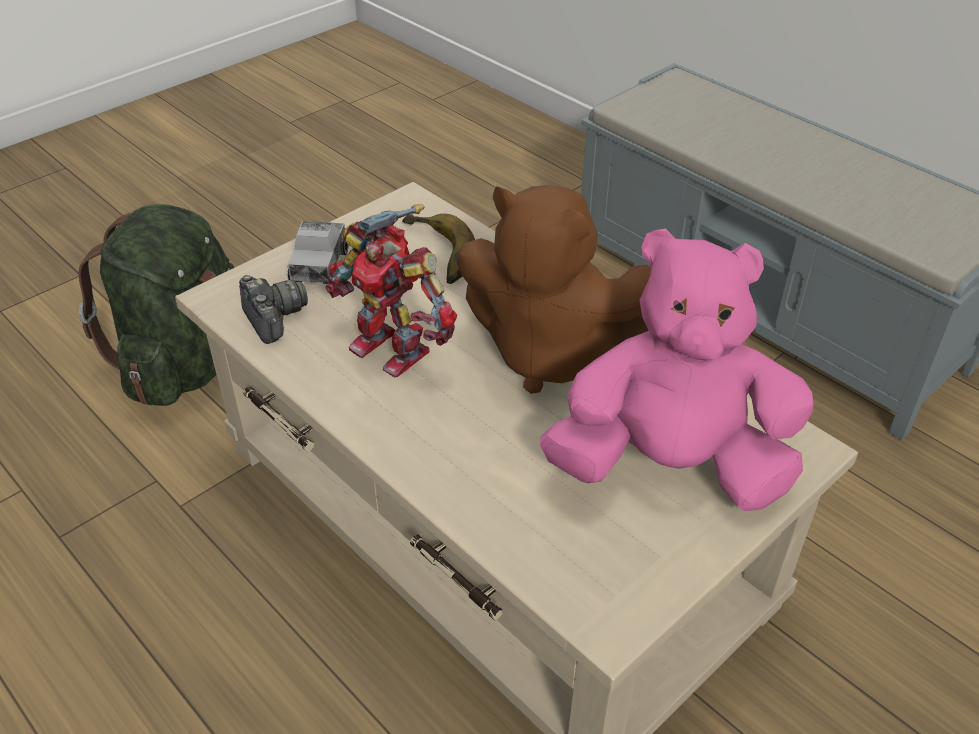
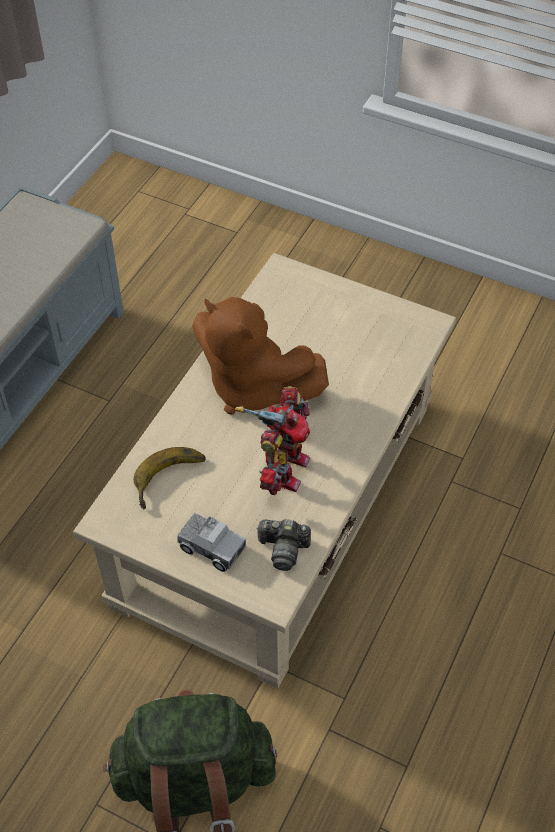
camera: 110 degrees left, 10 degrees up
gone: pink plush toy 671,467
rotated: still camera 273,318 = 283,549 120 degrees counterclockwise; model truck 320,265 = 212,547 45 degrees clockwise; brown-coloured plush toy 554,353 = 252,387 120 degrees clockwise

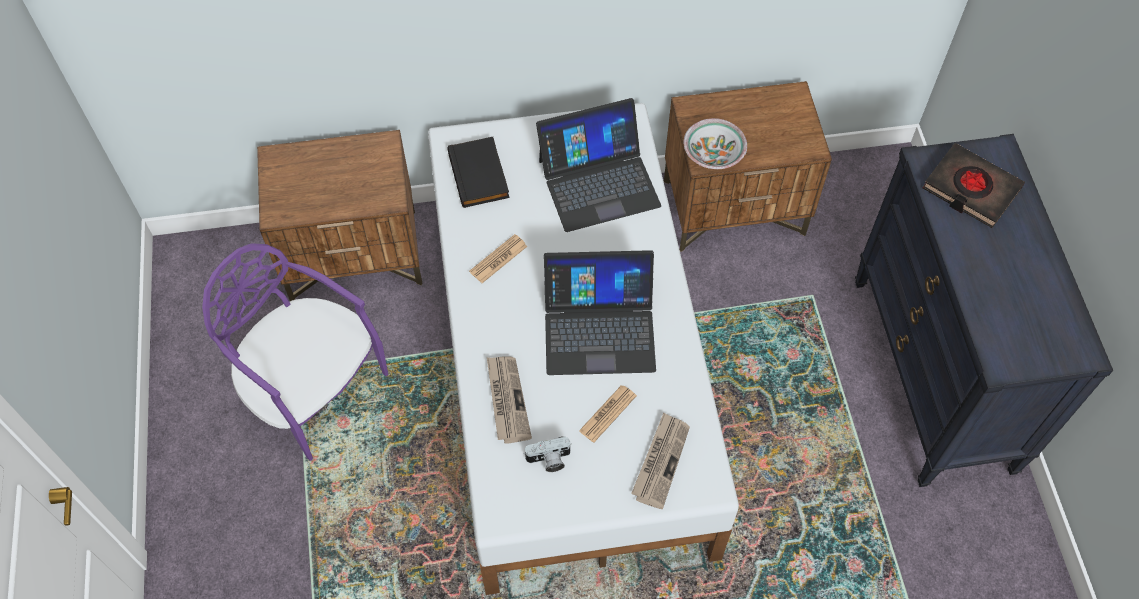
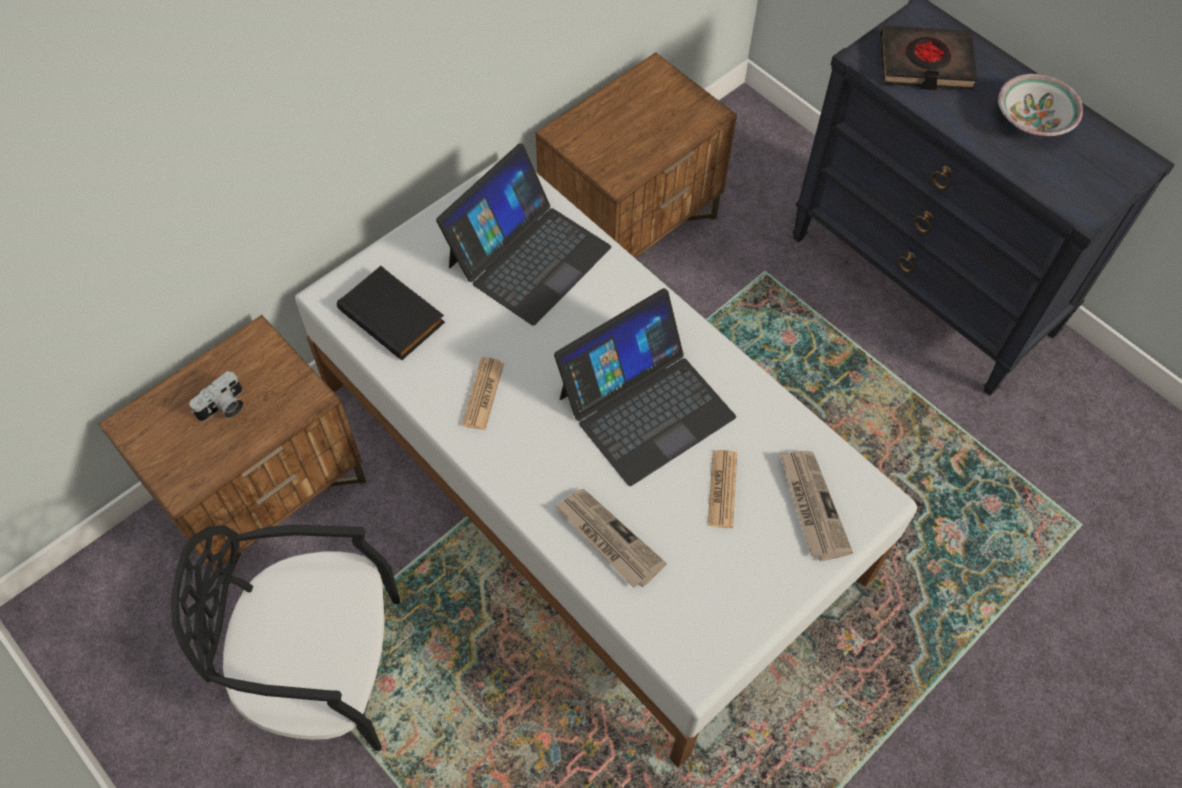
camera: 35 degrees left, 0 degrees up
shifted: still camera 549,460 to 224,408; deep dish 714,154 to 1033,120
repainted: purple plain chair 313,389 to black plain chair 324,669

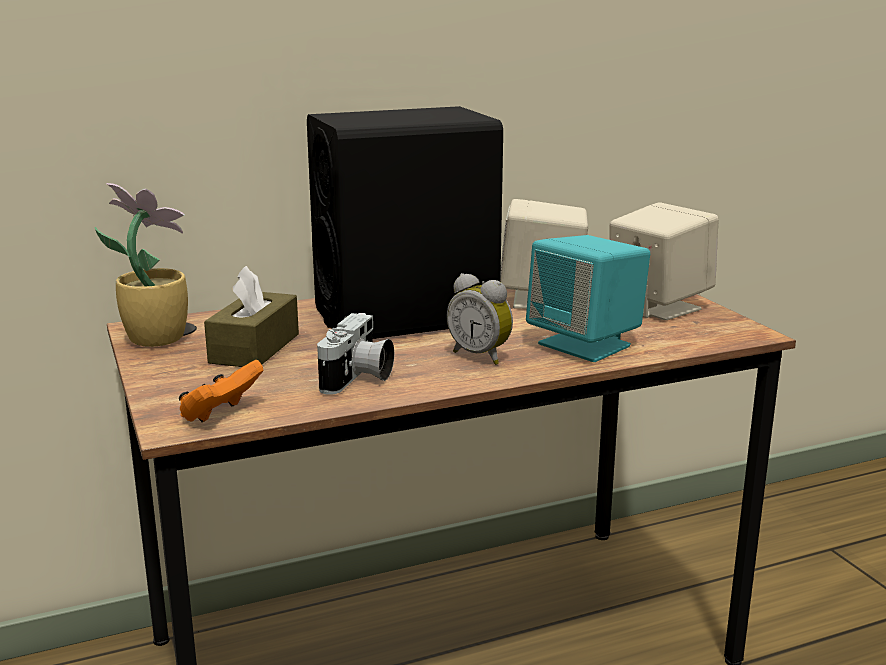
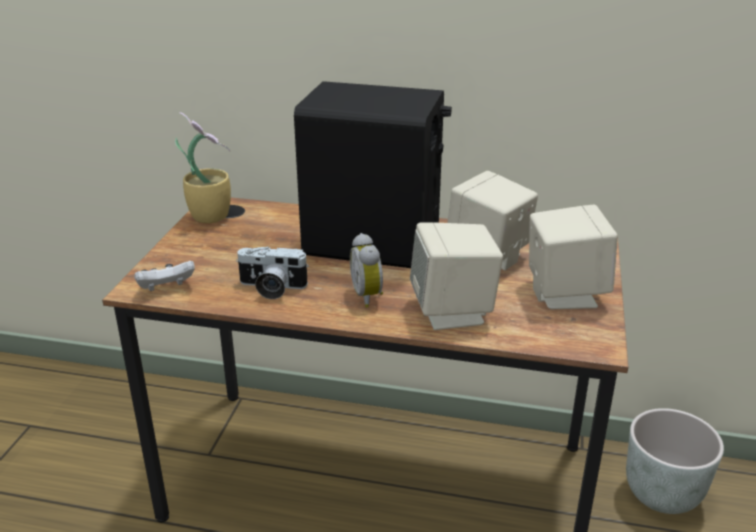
camera: 35 degrees right, 10 degrees up
gone: brown-coloured tissue box 255,348
new: greyish plant pot 663,494
repainted: orangey game controller 220,414 to whitish game controller 166,289; turquoise-coloured speaker 586,345 to beige speaker 453,312
rotated: still camera 358,378 = 271,288 45 degrees clockwise

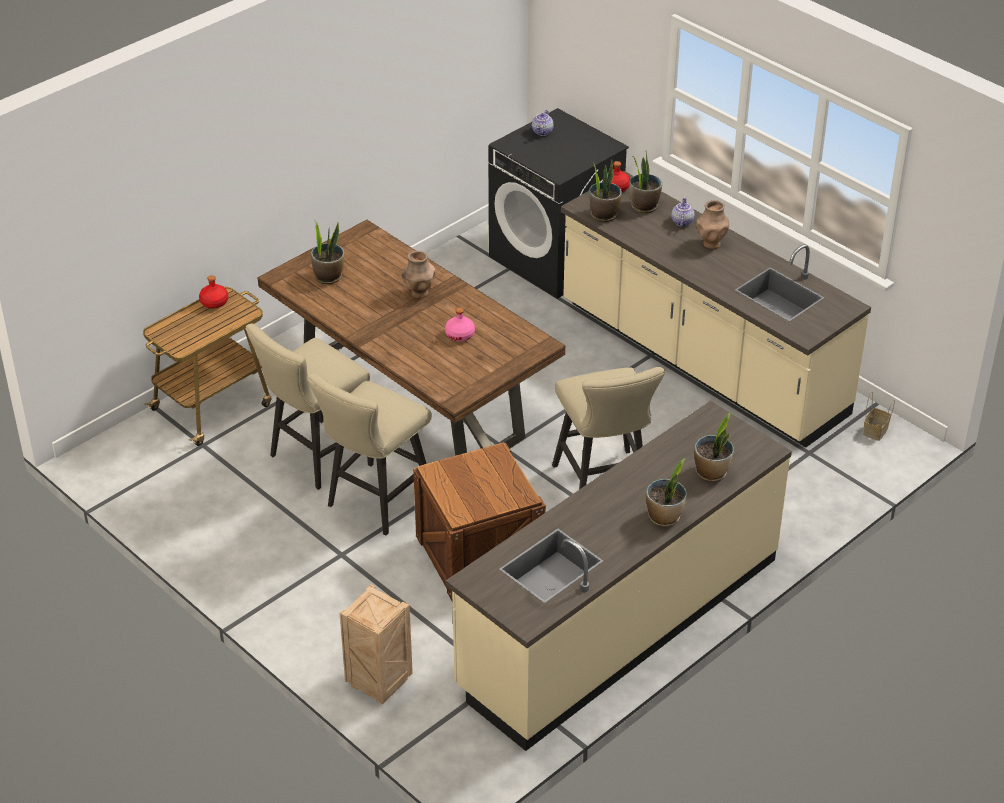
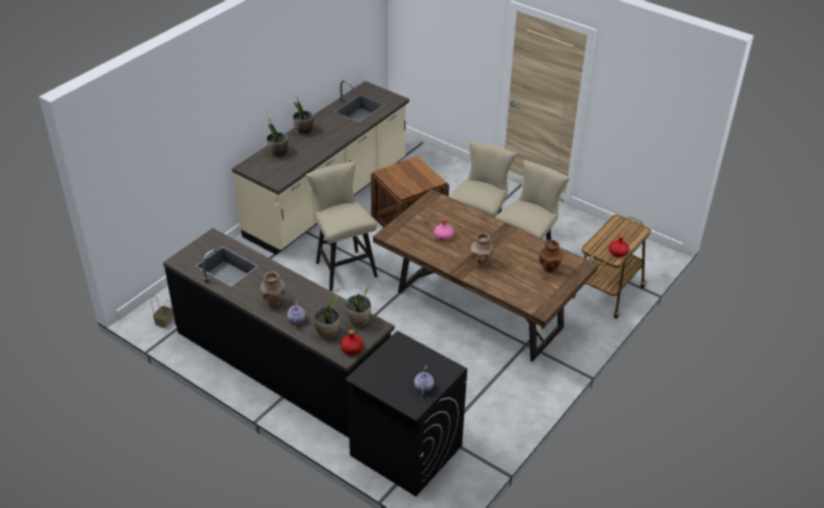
camera: 170 degrees right, 0 degrees up
gone: crate 377,682
swapped: potted plant 328,276 to brown-coloured flower vase 549,269
repainted: beige counter 701,360 to black counter 282,363

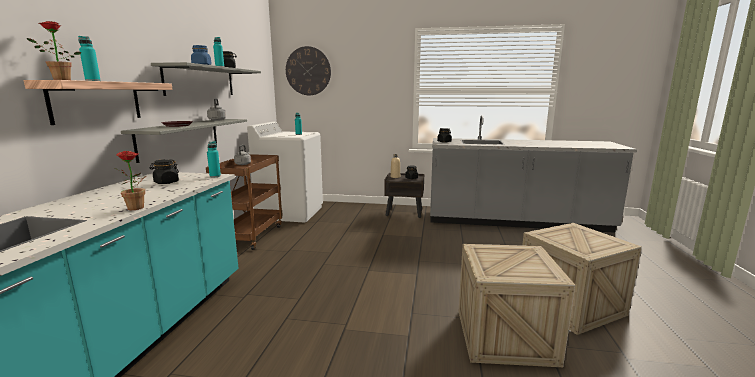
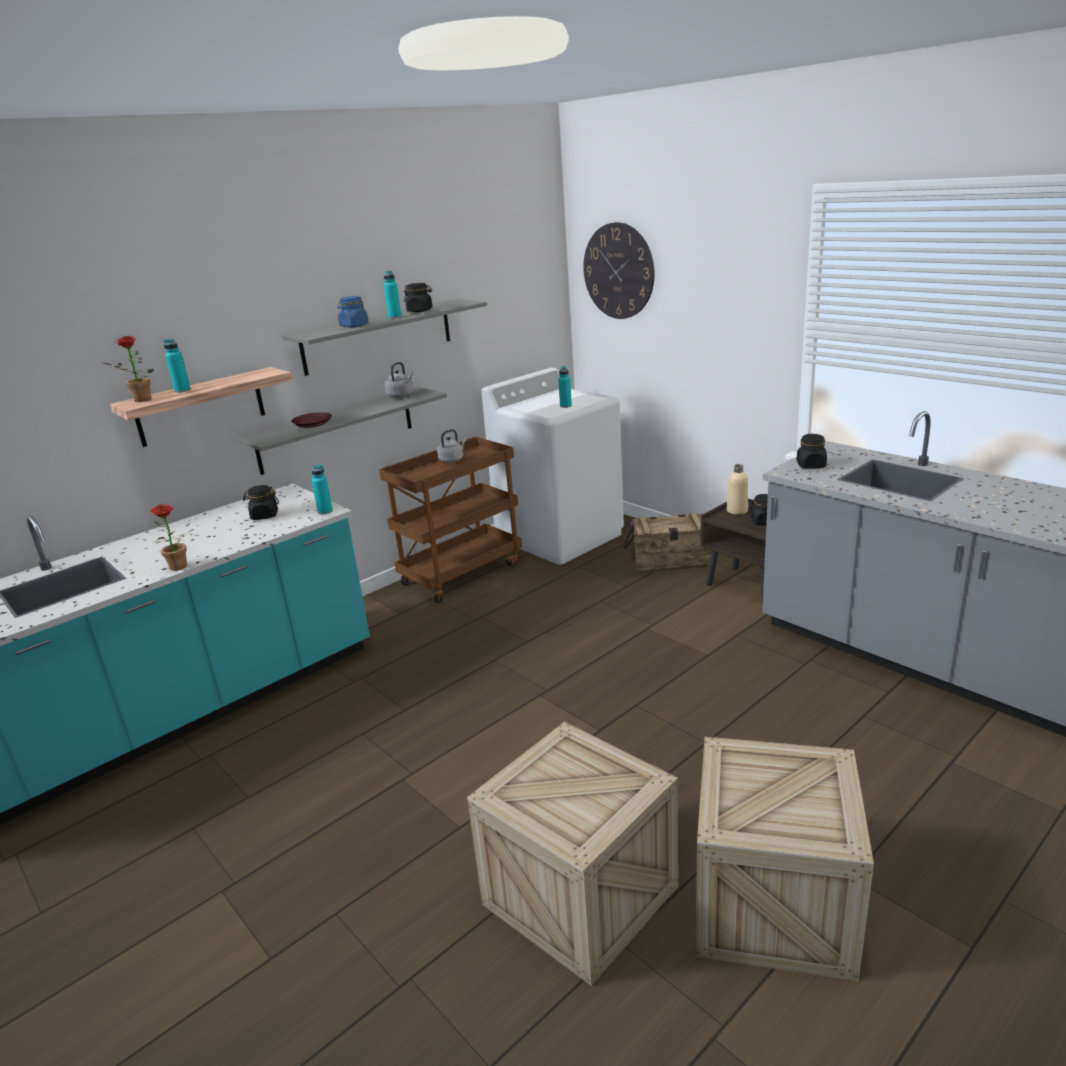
camera: 40 degrees right, 10 degrees up
new: crate 670,561

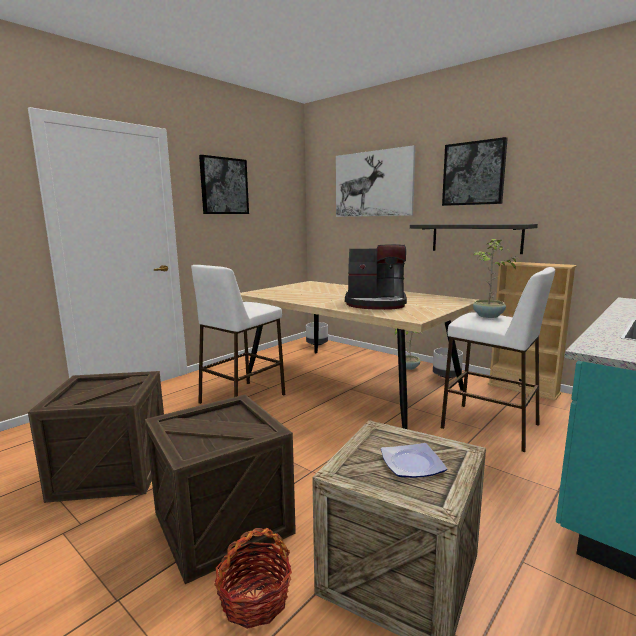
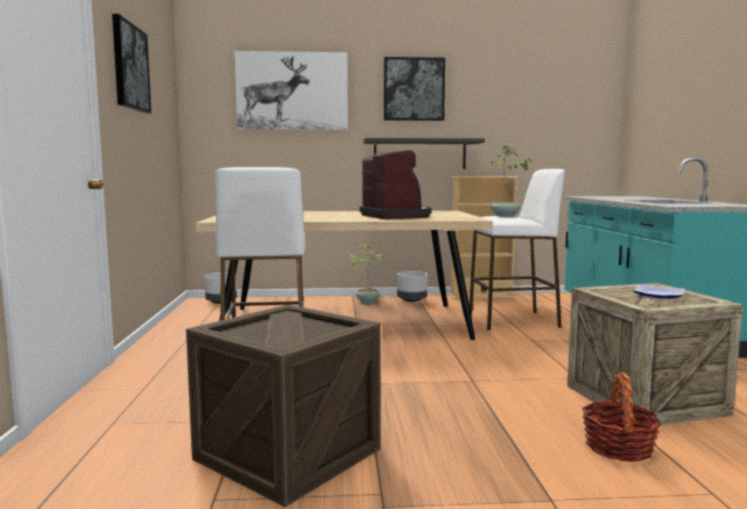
camera: 45 degrees left, 5 degrees down
gone: crate 223,523
rotated: coffee machine 376,303 = 396,216 75 degrees counterclockwise

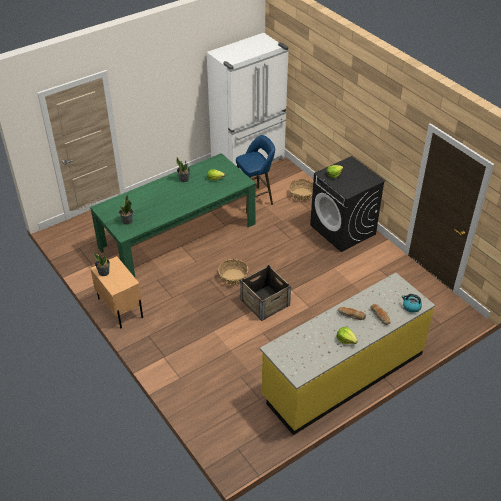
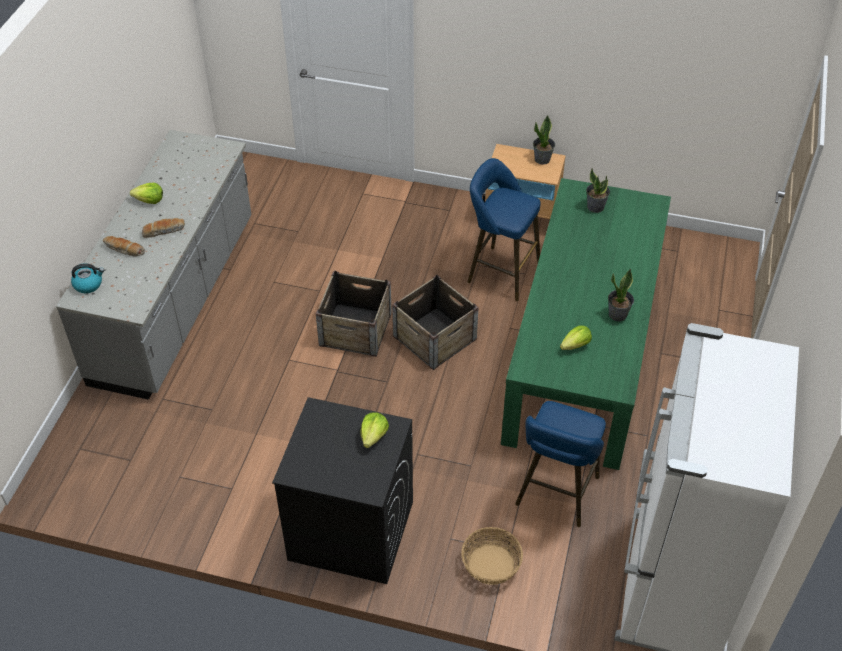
camera: 140 degrees right, 5 degrees up
new: blue sitting stool 500,272
swapped: basket 233,277 to crate 434,337
repainted: yellow counter 343,375 to greyish counter 176,300

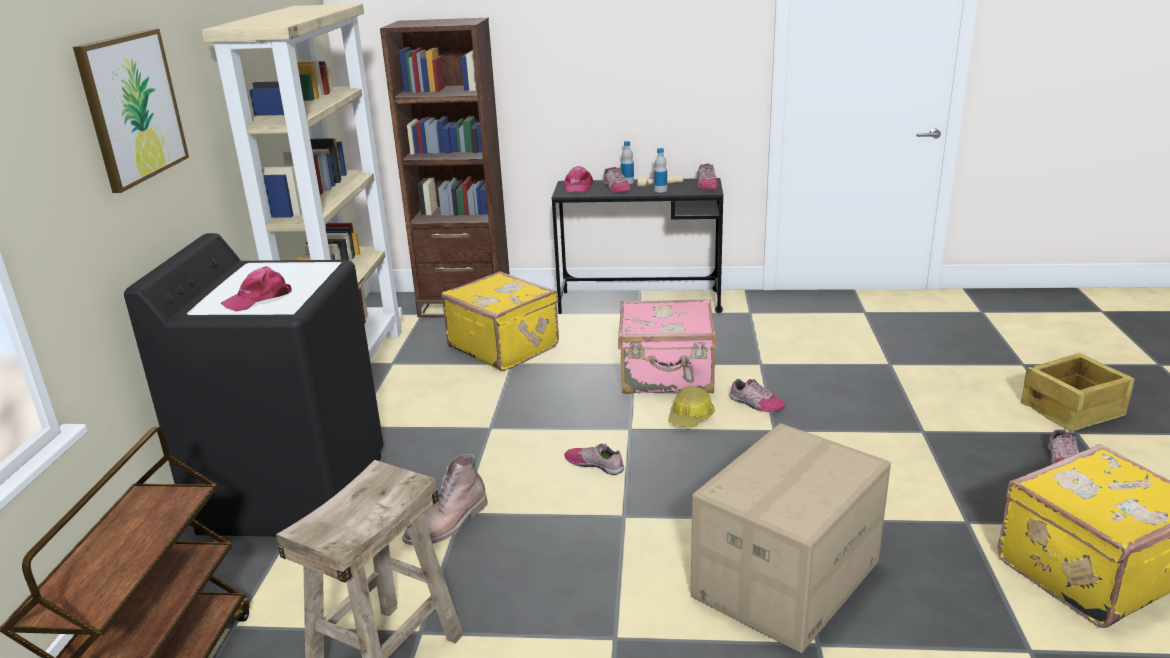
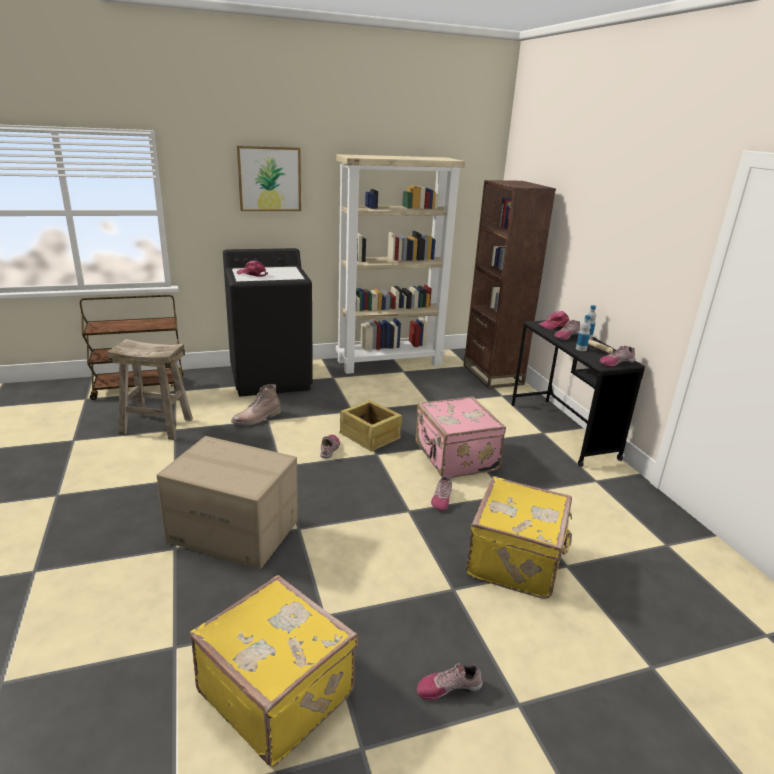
camera: 65 degrees right, 0 degrees up
gone: work helmet 691,417
shifted: yellow piece of luggage 504,346 to 517,560; crate 1073,410 to 370,436
rotated: brown-coloured tall boot 447,524 = 257,418 60 degrees counterclockwise

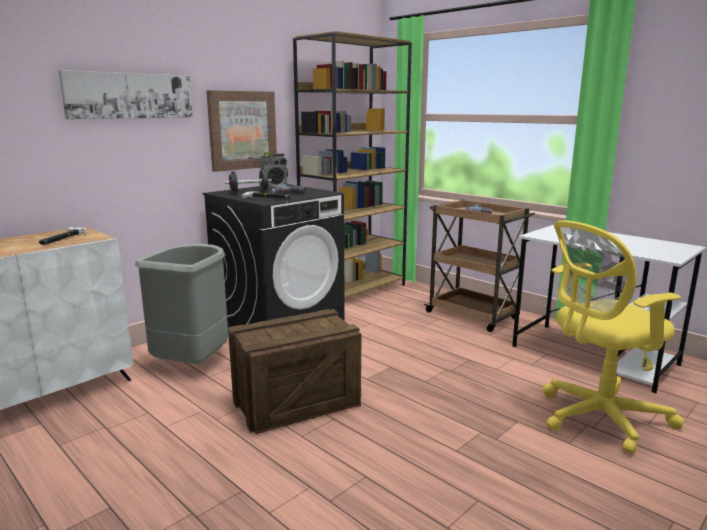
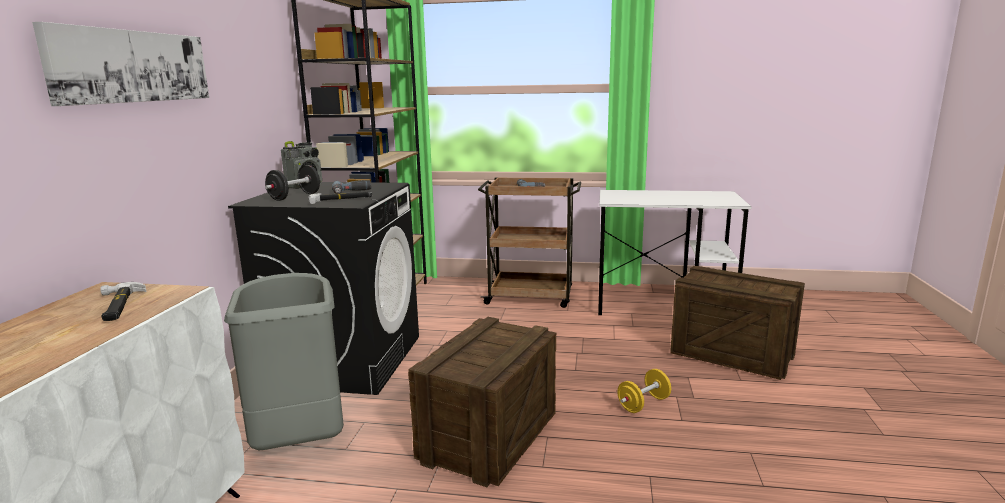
camera: 35 degrees left, 0 degrees up
gone: wall art 242,130
new: yellow free weight 643,404
swapped: yellow computer chair 597,418 to crate 731,353

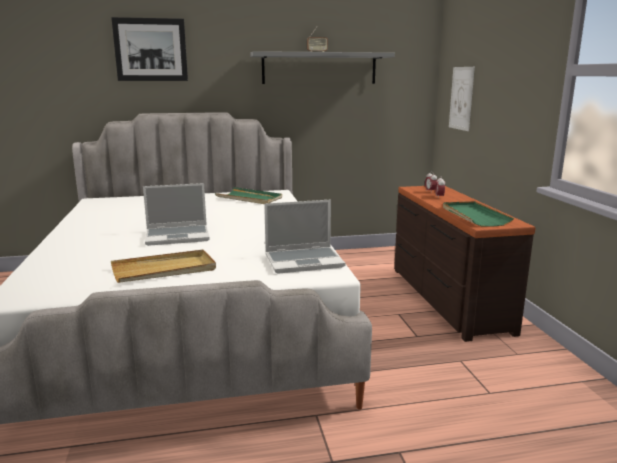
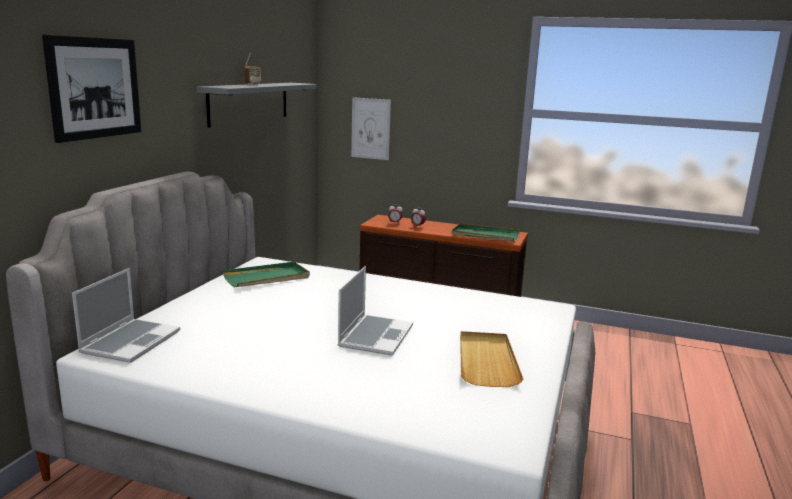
camera: 60 degrees left, 0 degrees up
shifted: portable computer 304,261 to 131,341

